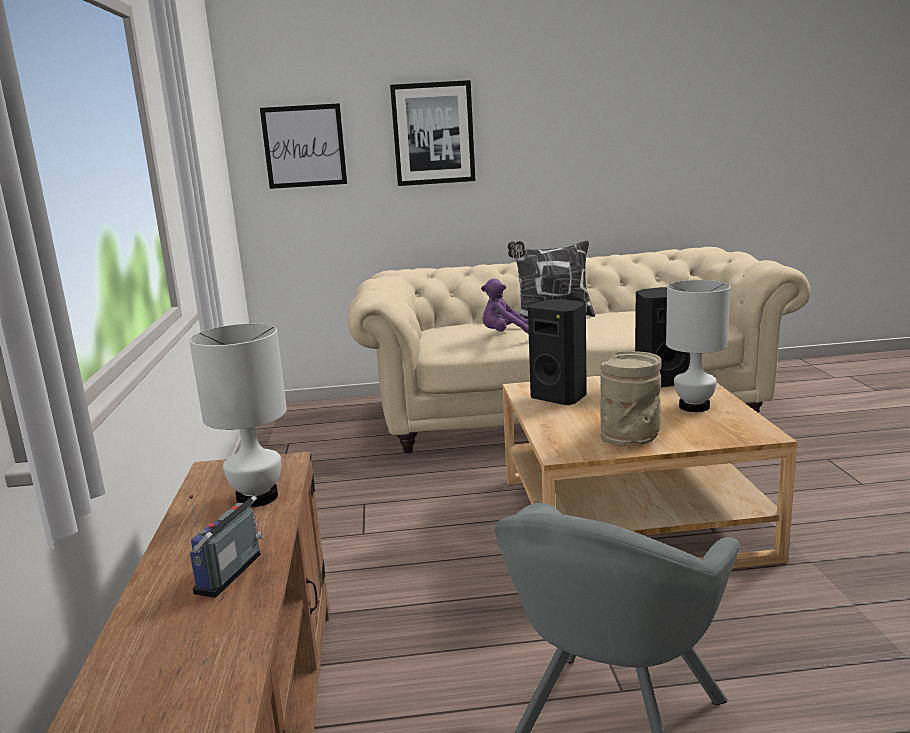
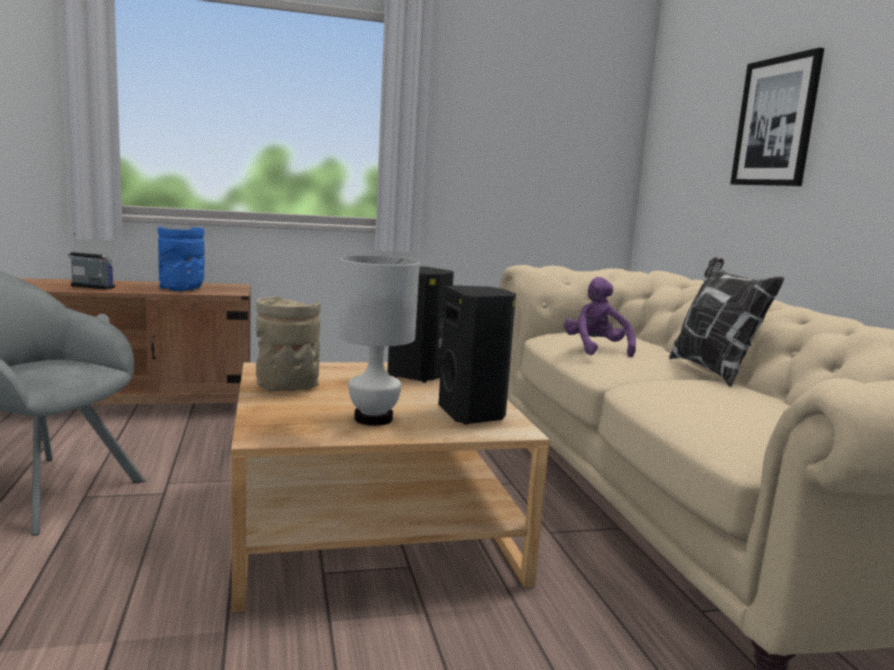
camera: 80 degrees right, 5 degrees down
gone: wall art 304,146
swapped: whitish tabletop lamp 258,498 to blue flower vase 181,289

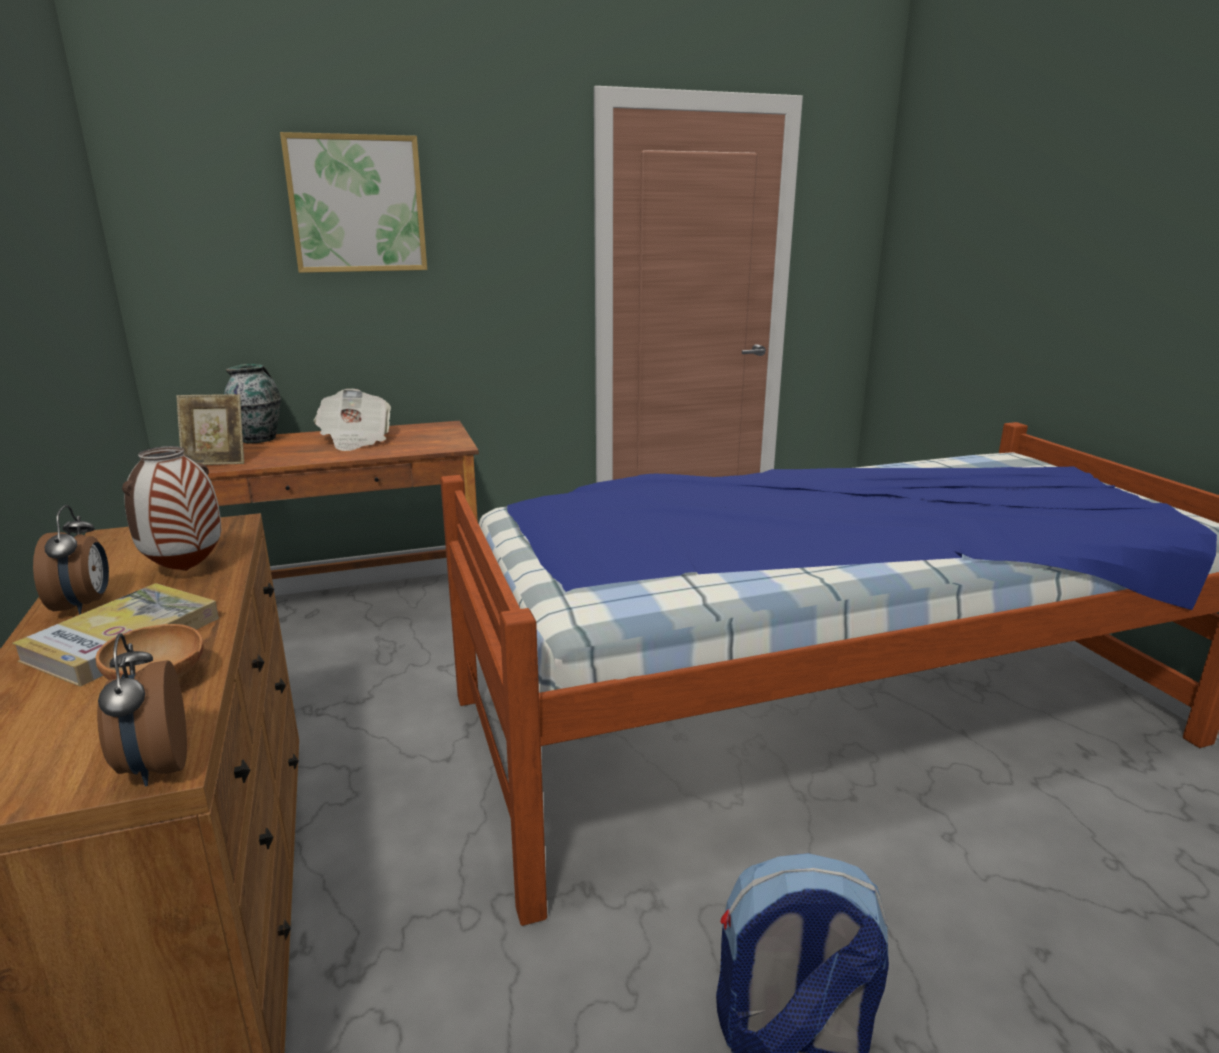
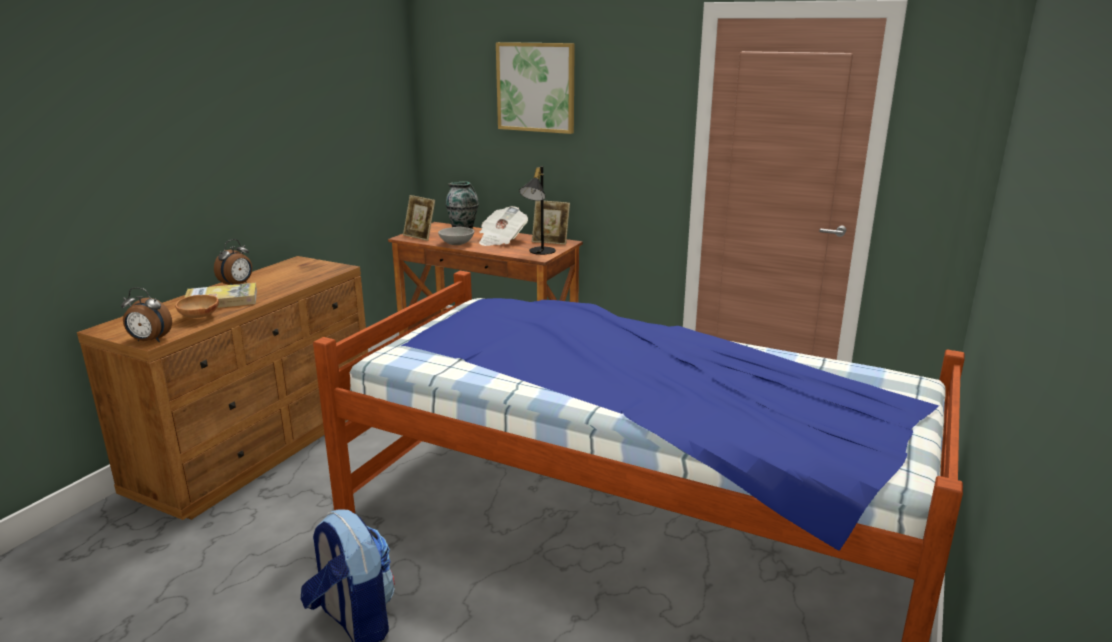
camera: 45 degrees right, 0 degrees up
gone: flower vase 185,571
new: greyish deep dish 457,243; black tabletop lamp 538,252; photo frame 550,242
rotated: alarm clock 154,767 = 149,341 105 degrees counterclockwise

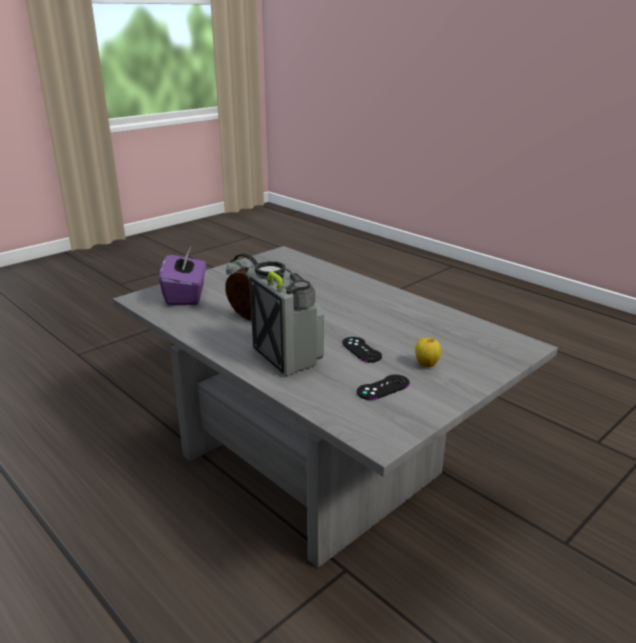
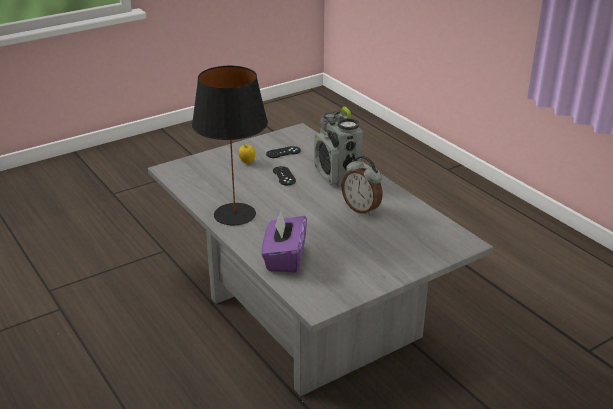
camera: 170 degrees left, 5 degrees up
new: black tabletop lamp 234,214
shifted: purple tissue box 186,295 to 284,258

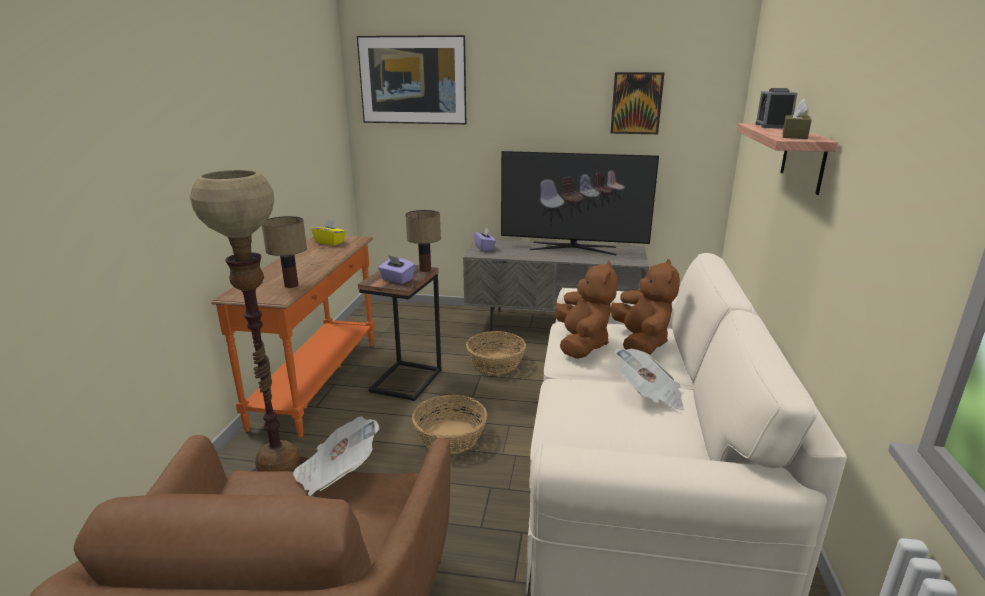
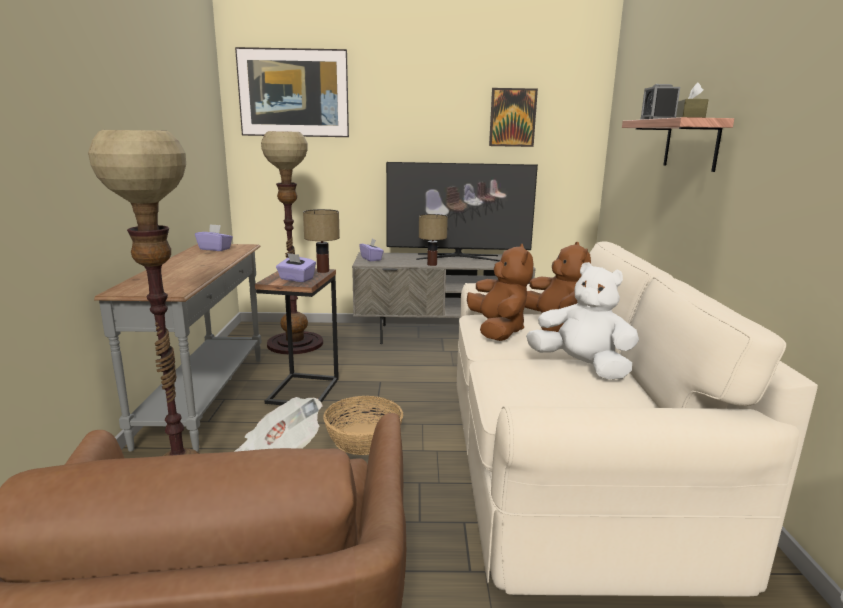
camera: 10 degrees left, 5 degrees down
gone: basket 496,363
new: standing lamp 295,343
shifted: tabletop lamp 292,285 to 432,264
swapped: printed paper 649,395 to whitish plush toy 581,367
repainted: orangey narrow table 319,382 to greyish narrow table 207,398; yellow tissue box 330,242 to purple tissue box 215,249

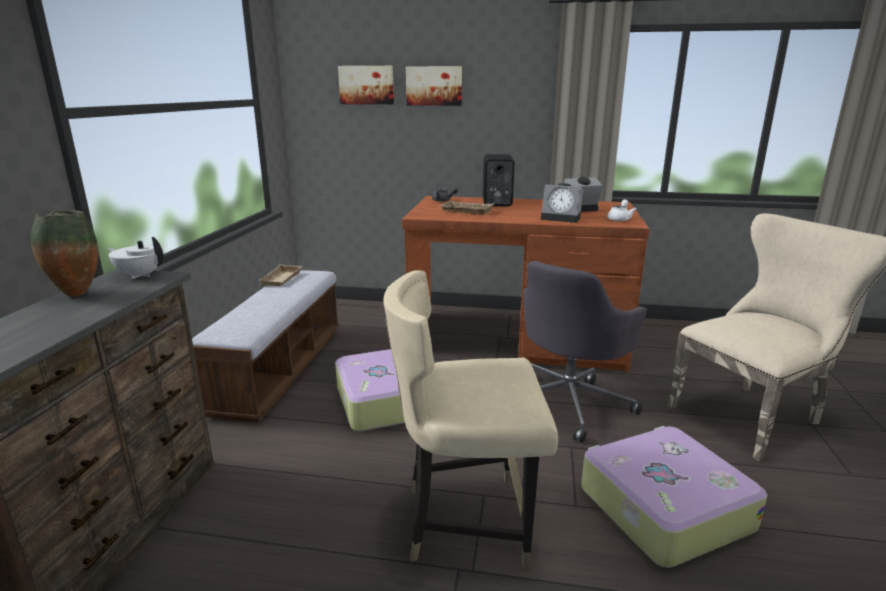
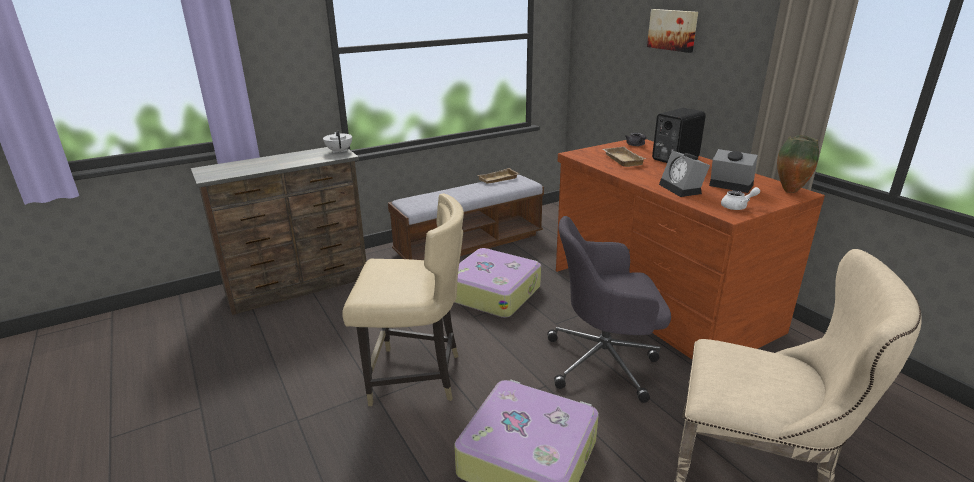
camera: 50 degrees right, 5 degrees up
gone: wall art 366,85
shifted: flower vase 76,294 to 789,191
rotated: beige plain chair 466,521 = 415,376 135 degrees clockwise

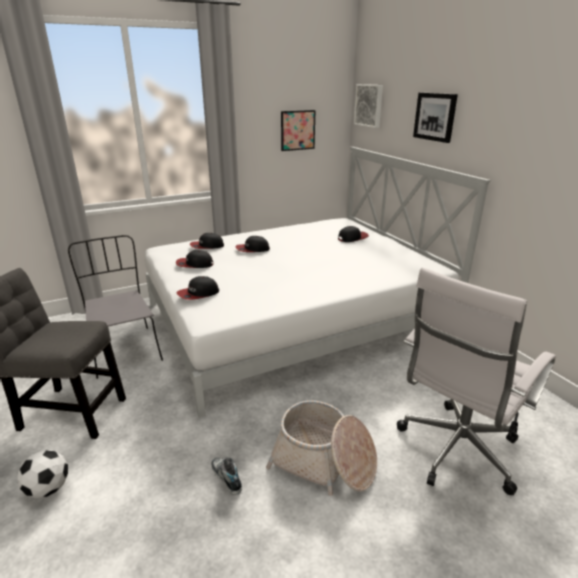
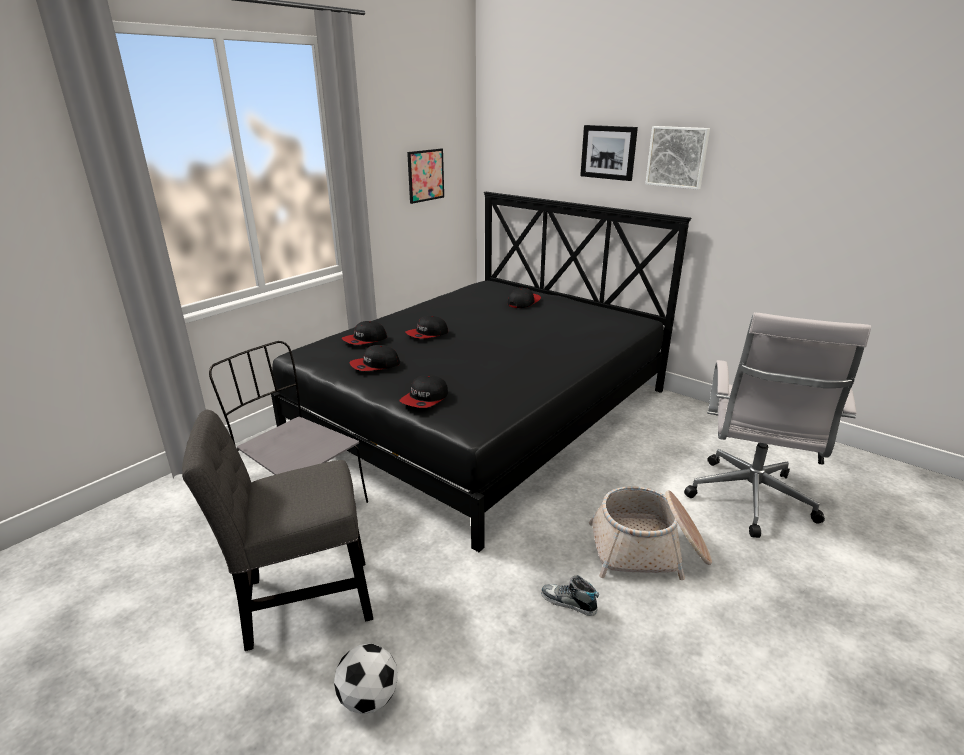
camera: 25 degrees left, 0 degrees up
shifted: wall art 369,105 to 677,157
repainted: whitish bed 293,318 to black bed 483,412

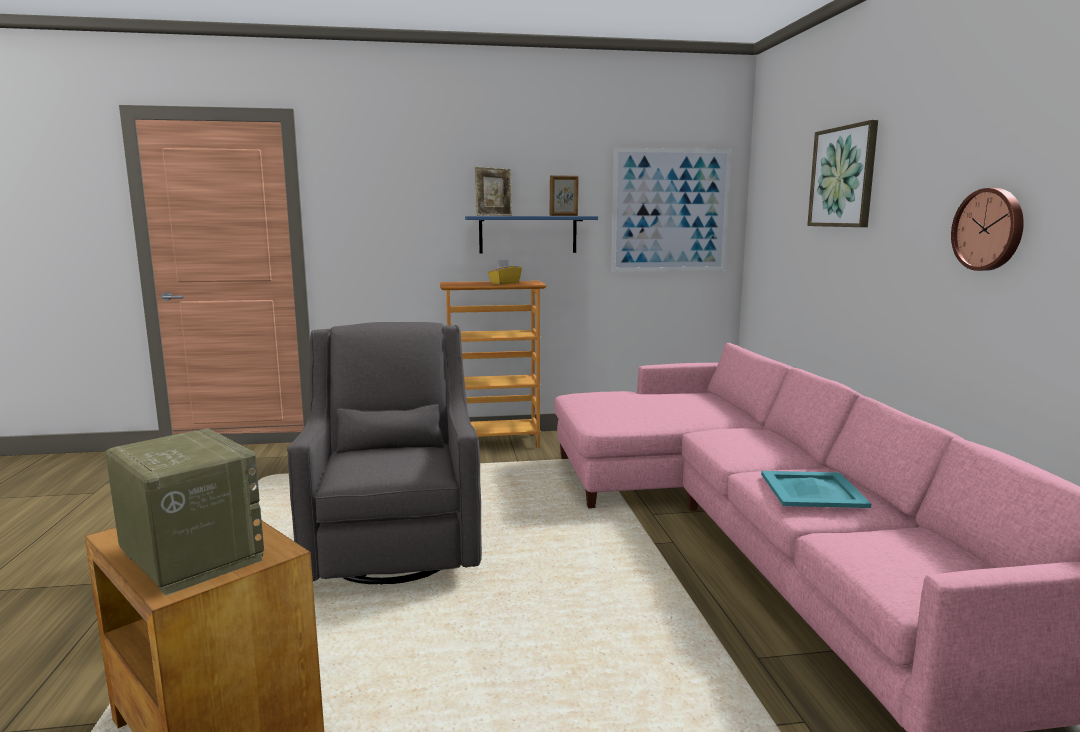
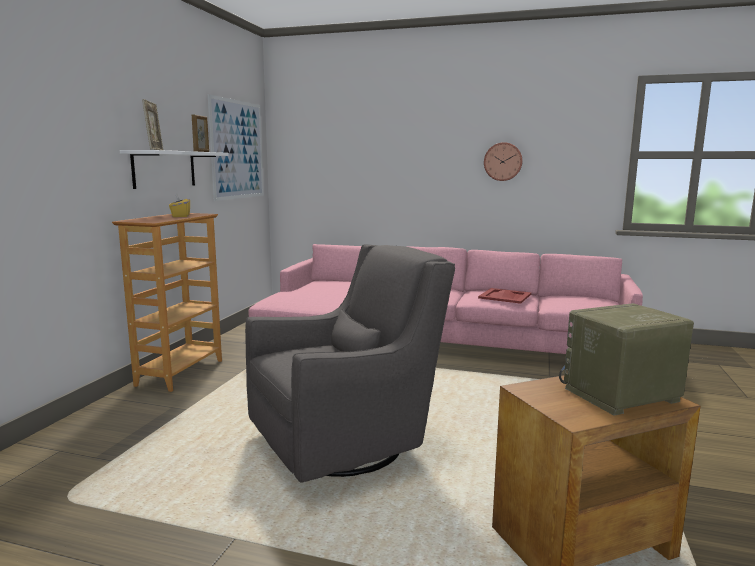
camera: 65 degrees left, 0 degrees up
gone: wall art 843,177
repainted: blue bracket shelf 528,234 to whitish bracket shelf 164,169; turquoise-coloured carrying tray 813,490 to reddish carrying tray 504,296
rotated: greyish easy chair 395,547 = 348,443 135 degrees clockwise

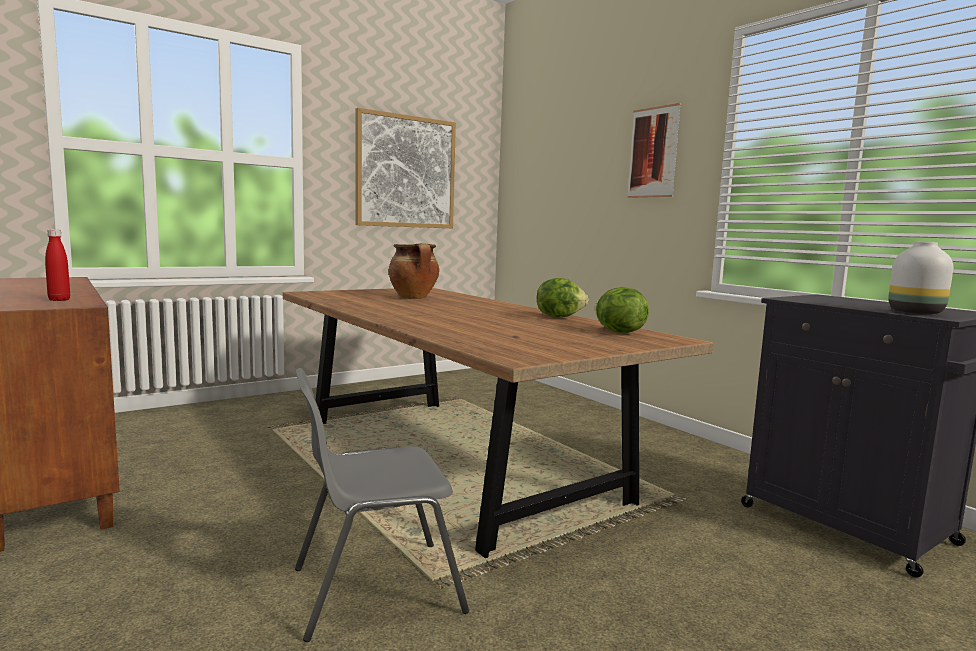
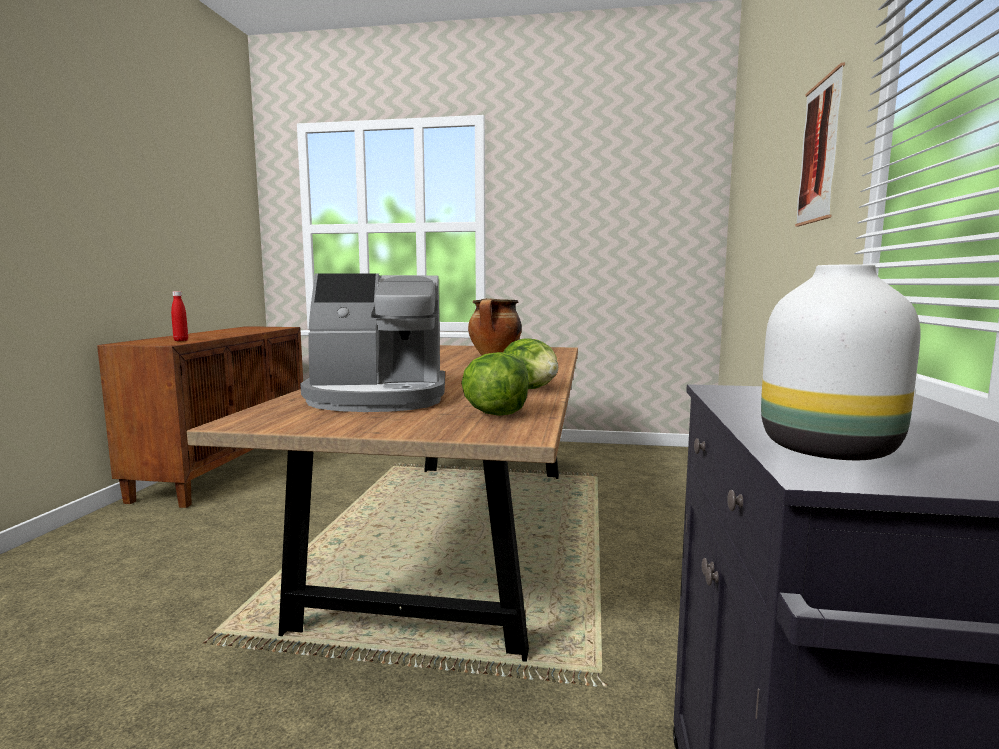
camera: 45 degrees right, 0 degrees up
gone: greyish plain chair 373,589; wall art 406,172
new: coffee machine 378,398

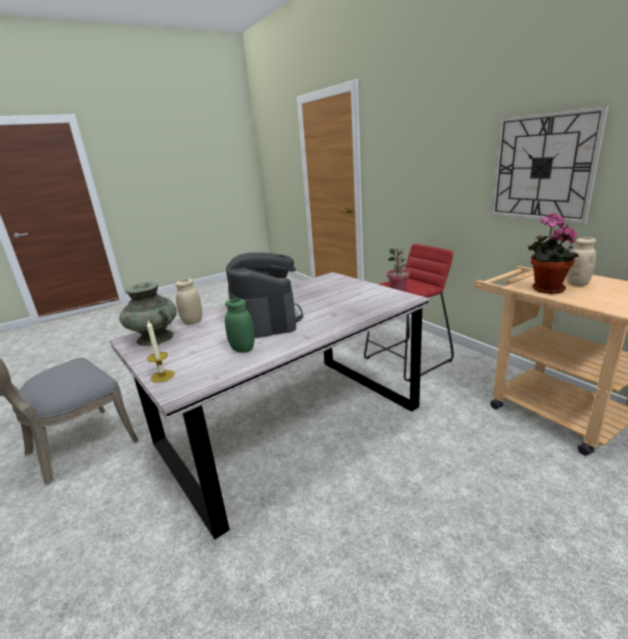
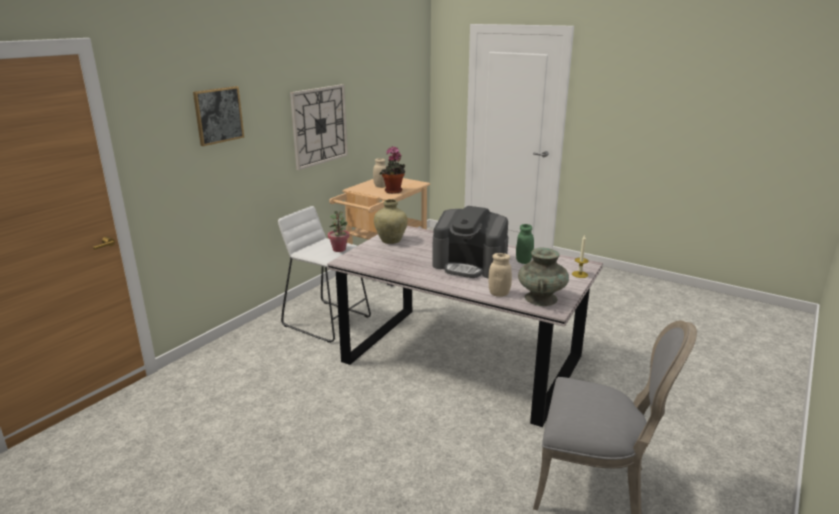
camera: 115 degrees left, 0 degrees up
new: wall art 218,115; beige flower vase 391,241
repainted: reddish sitting stool 408,359 to whitish sitting stool 327,321
rotated: coffee machine 266,319 = 470,265 120 degrees counterclockwise

